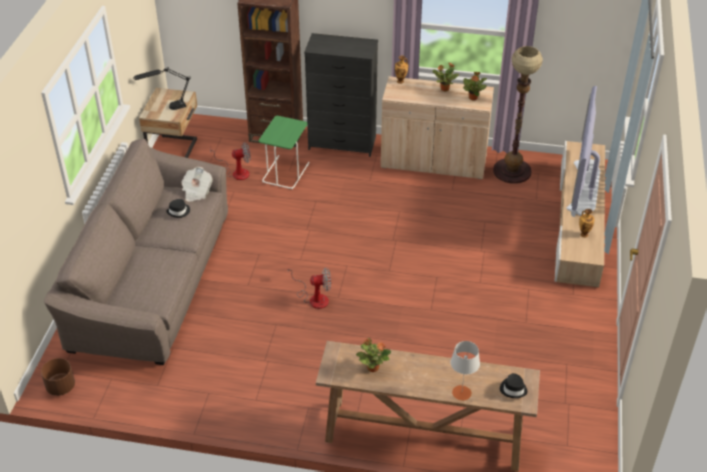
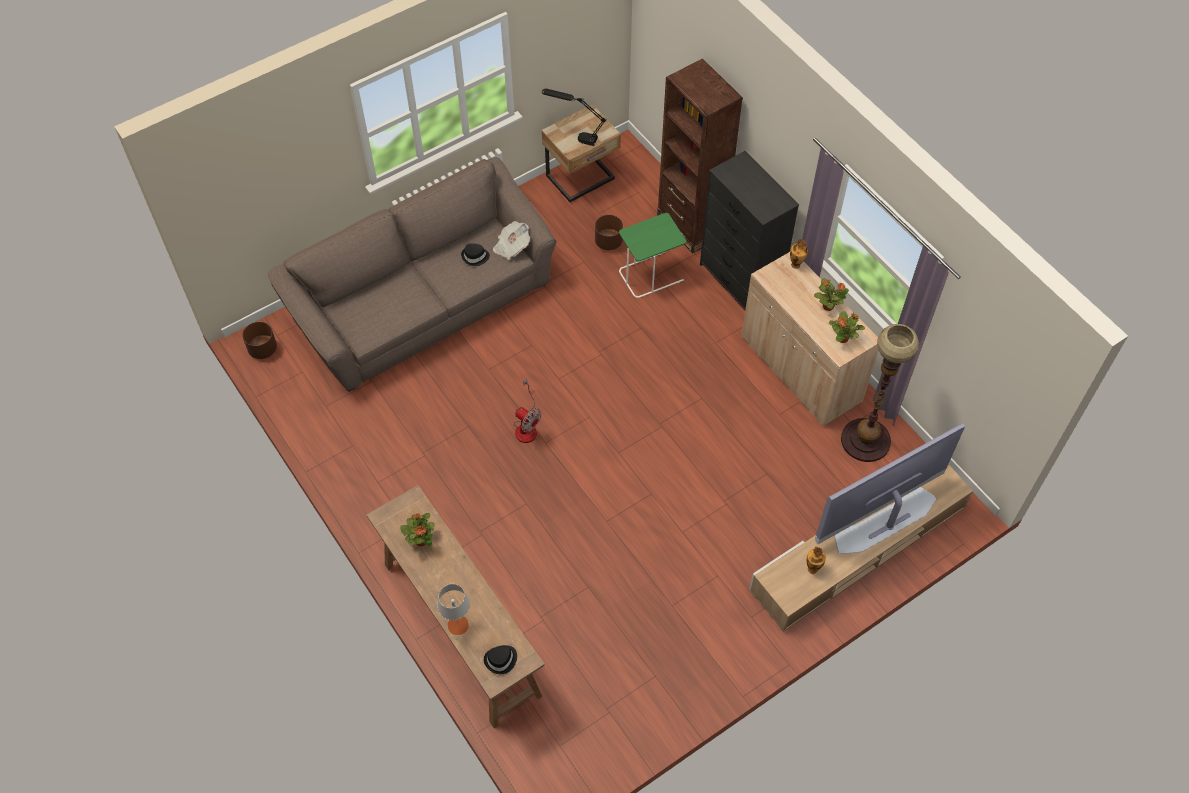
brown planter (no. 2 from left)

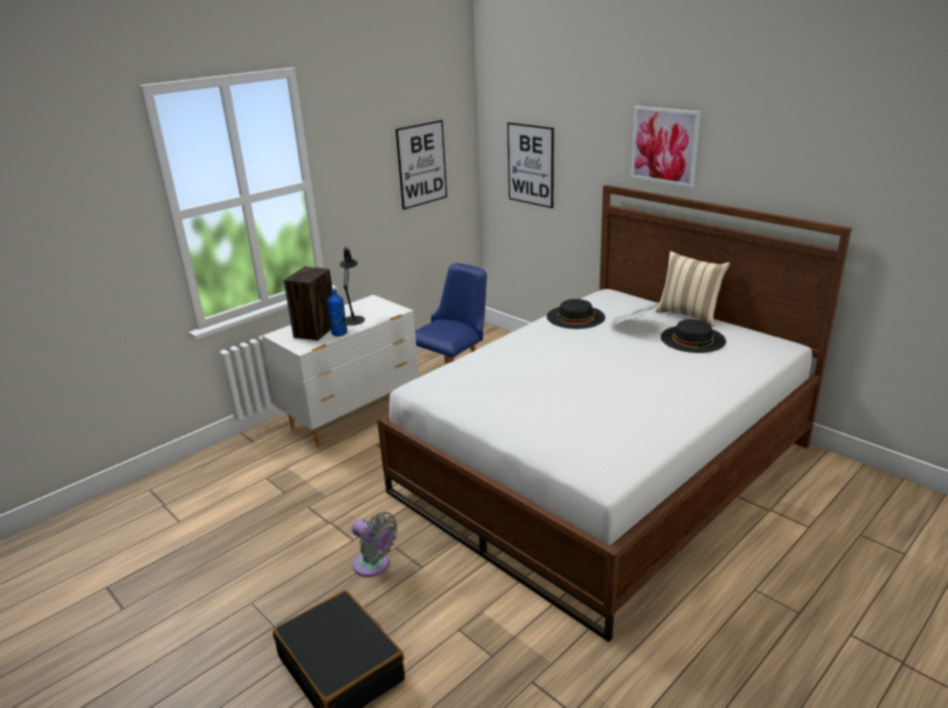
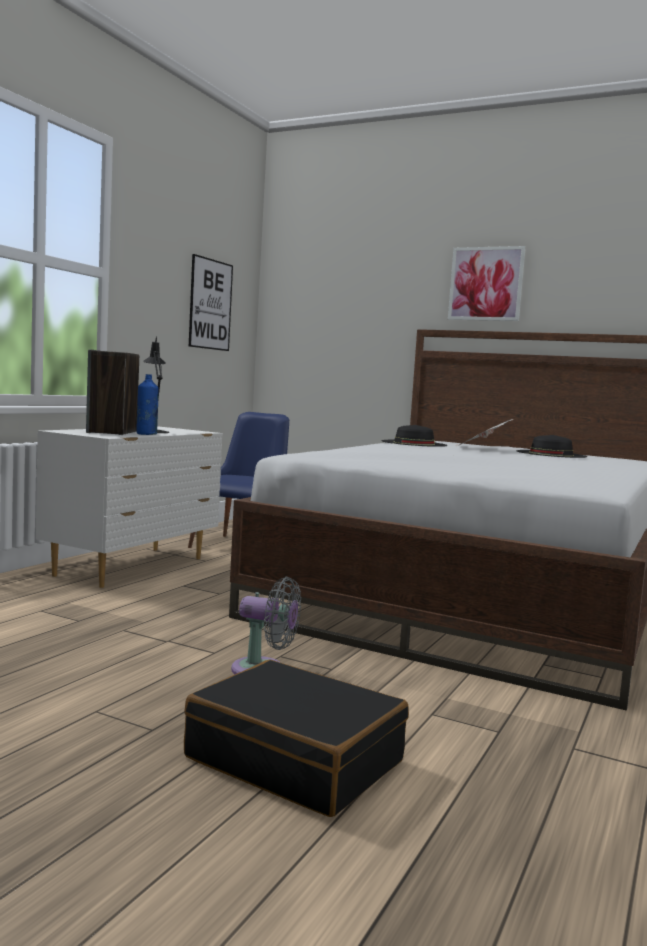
picture (no. 2 from left in the first image); beige pillow

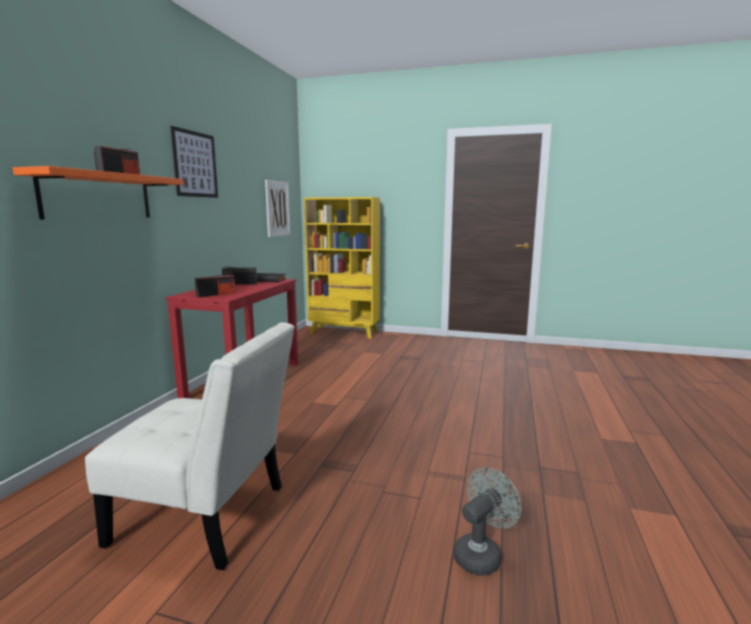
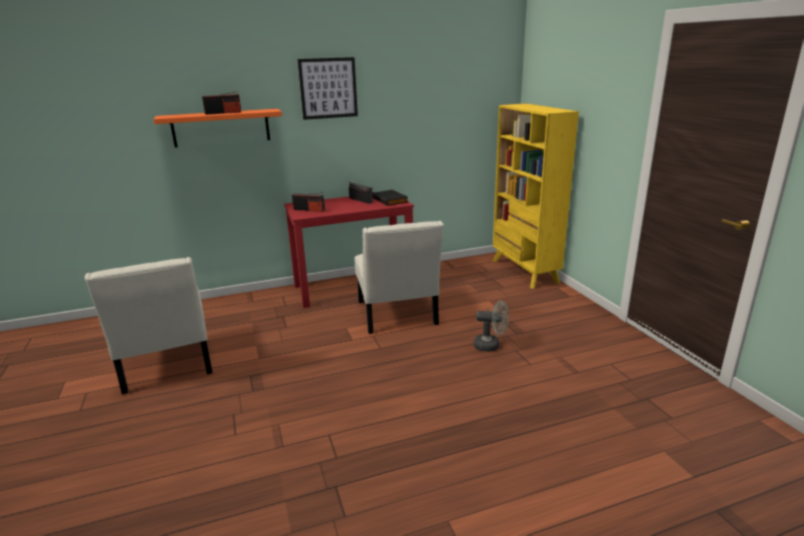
picture (no. 2 from left in the first image); white chair (no. 2 from left); grey fan

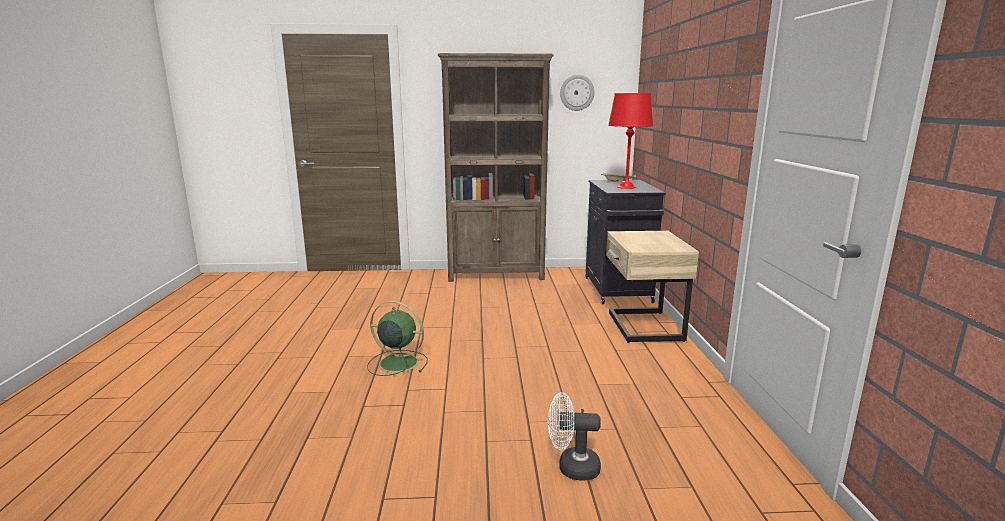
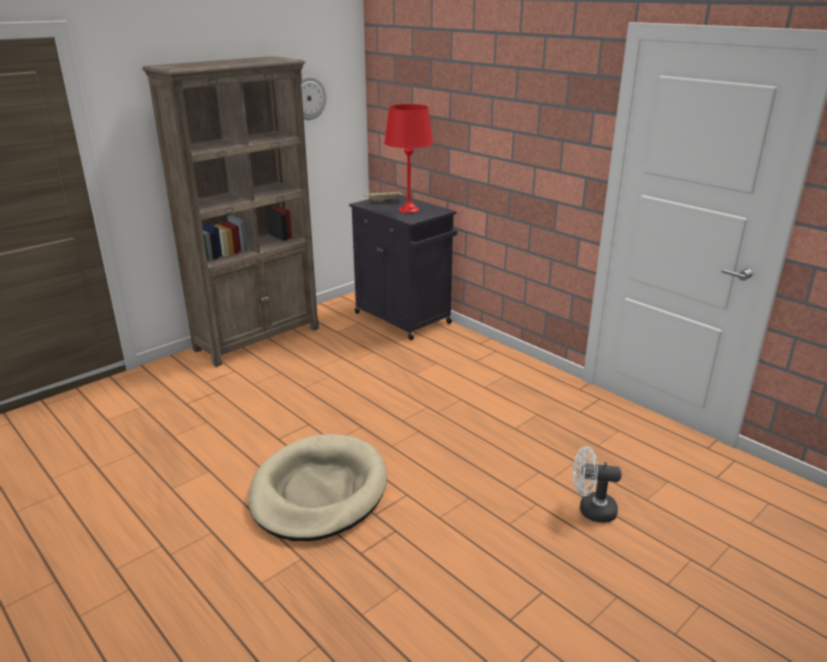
beige nightstand; beige dog bed; white fan

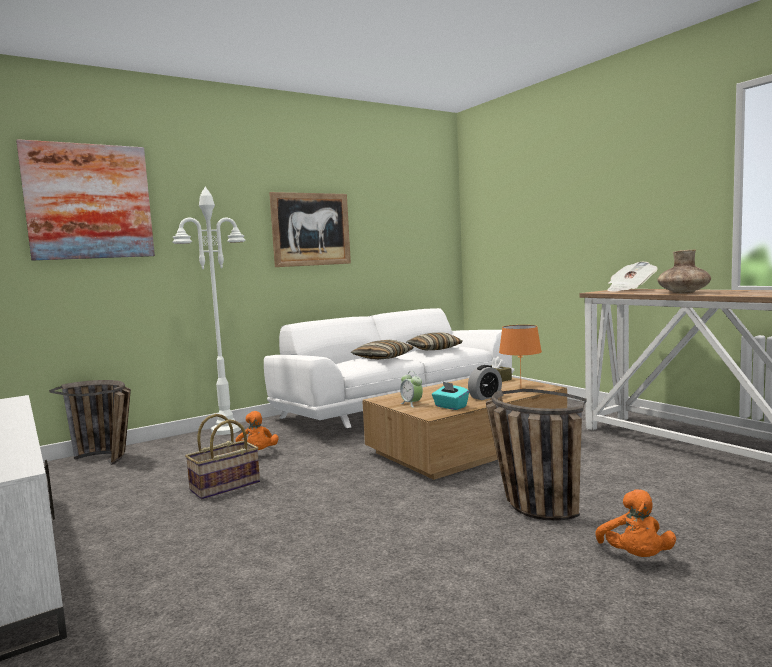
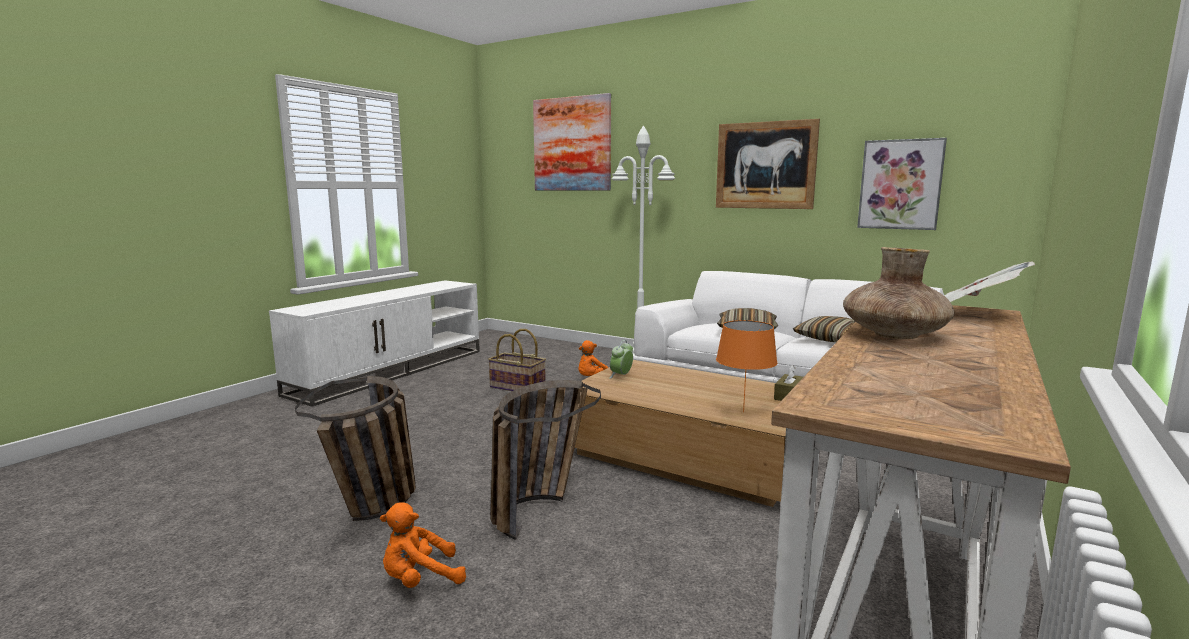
turquoise tissue box; alarm clock (no. 2 from left in the first image); picture (no. 3 from left); basket (no. 1 from left)

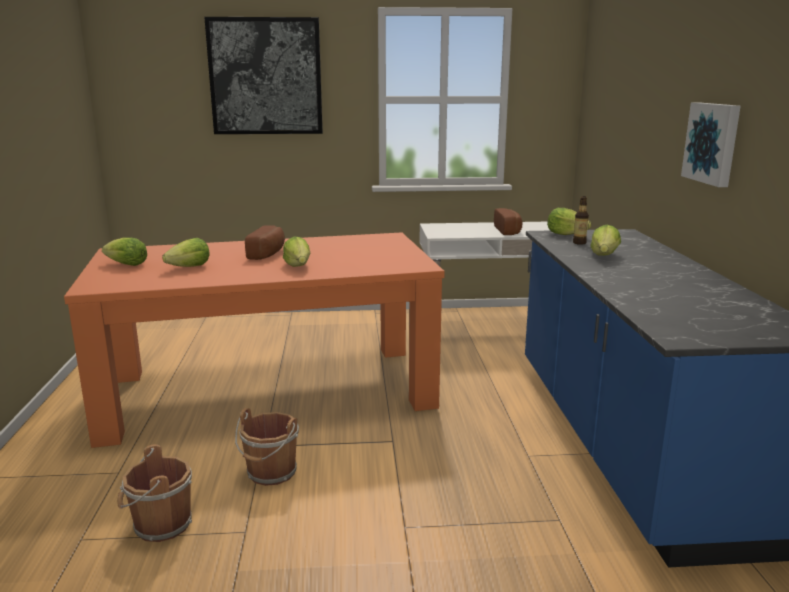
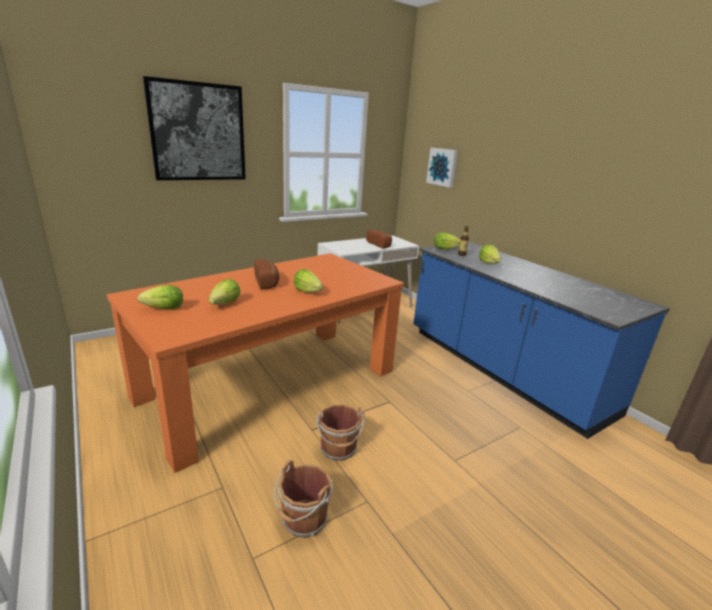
picture (no. 2 from left)

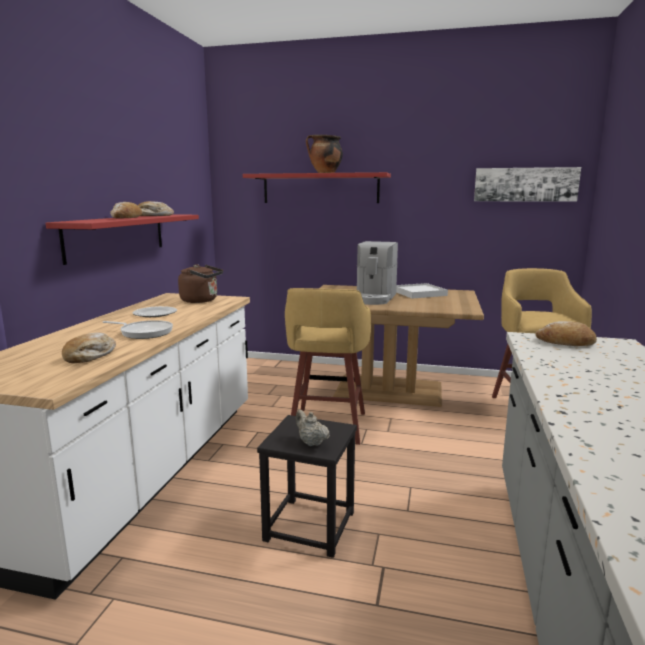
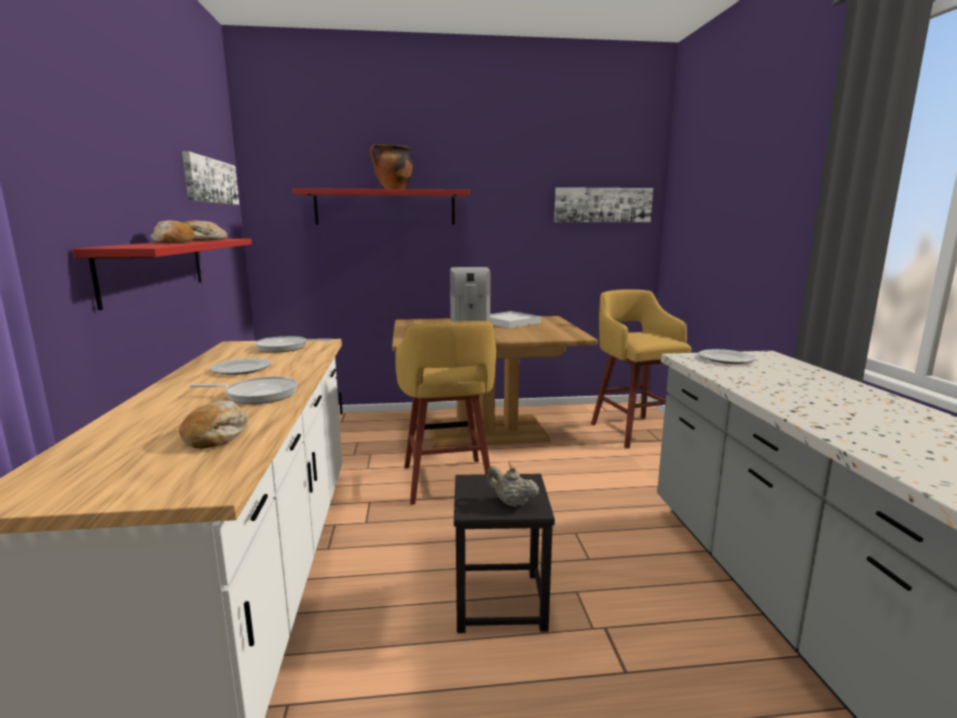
picture (no. 1 from left); frying pan (no. 2 from left); plate (no. 2 from left)

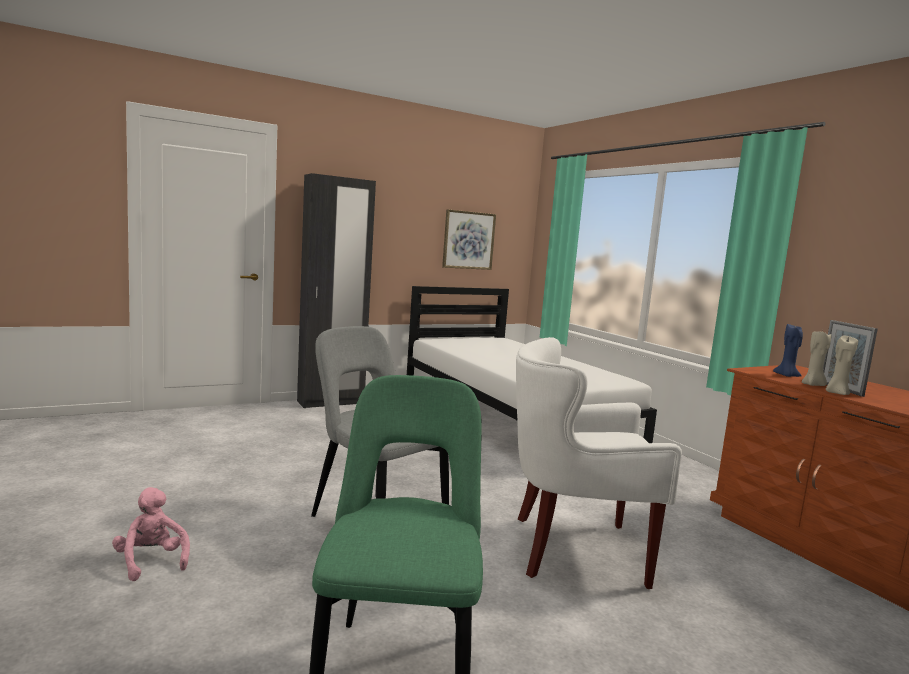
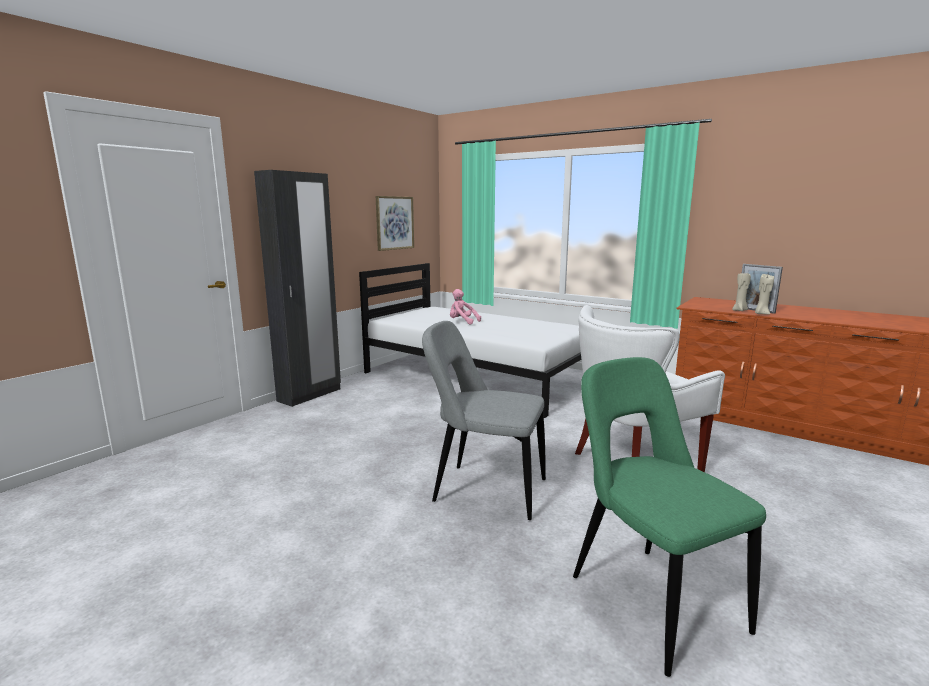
blue candle; pink plush toy

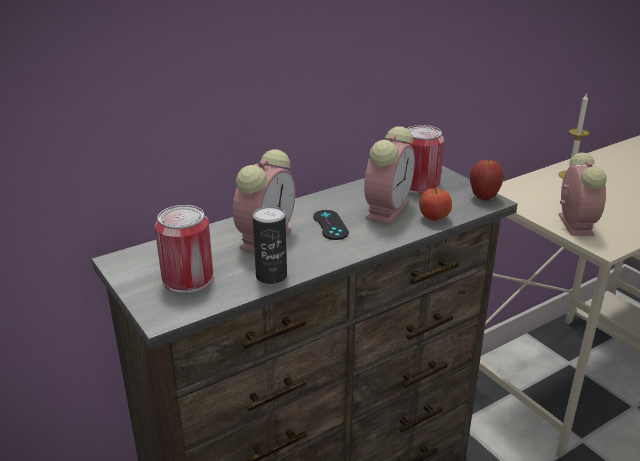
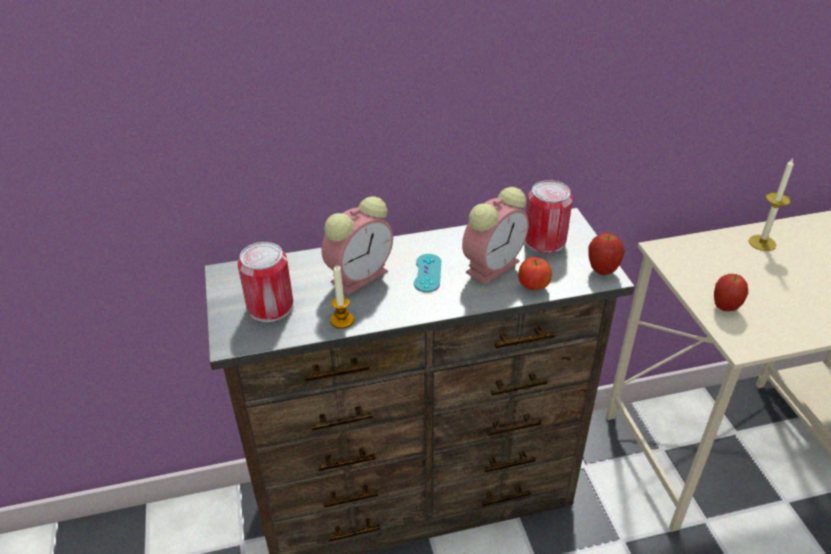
candle (no. 1 from left); apple (no. 3 from left); turquoise game controller

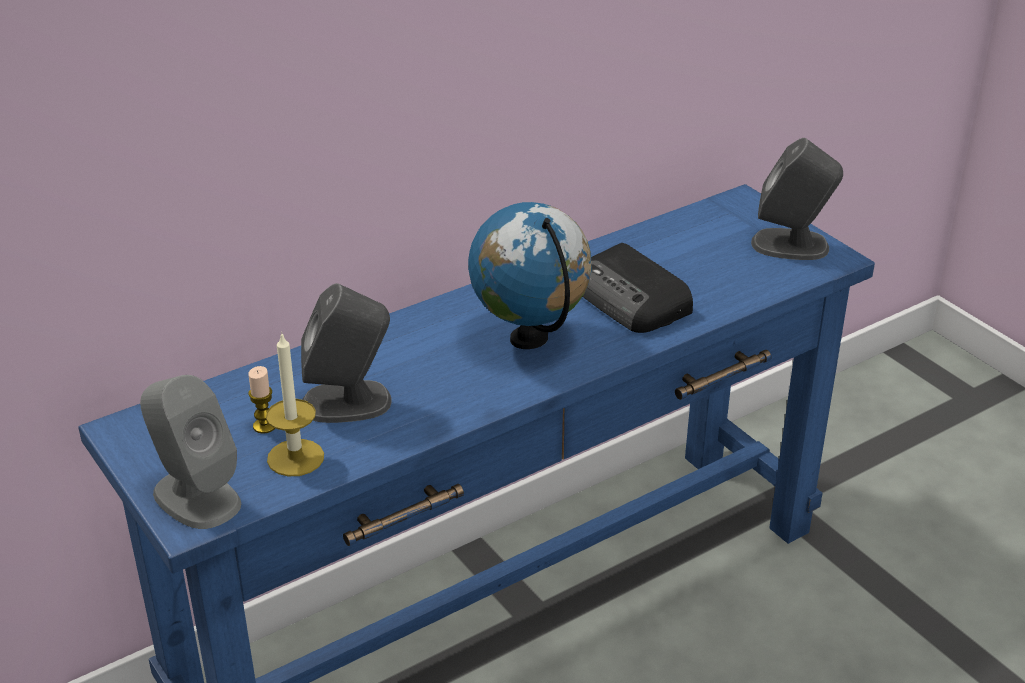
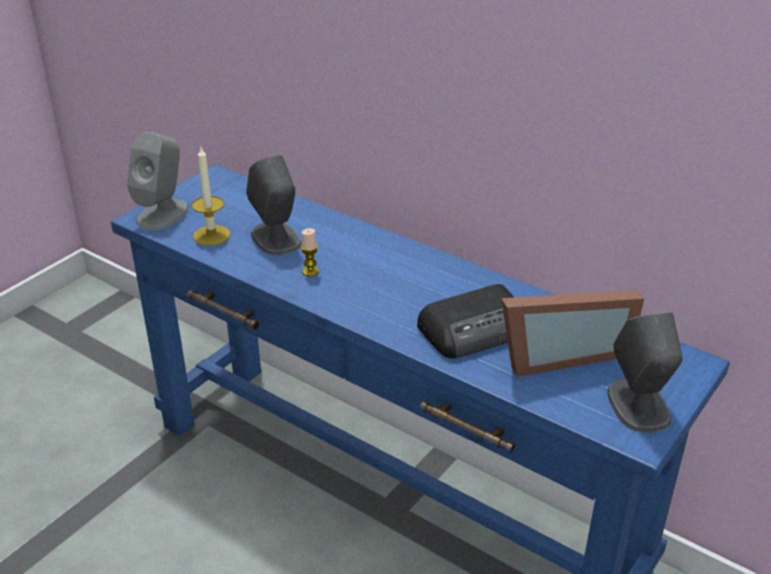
globe; picture frame; candle (no. 2 from left); radio

